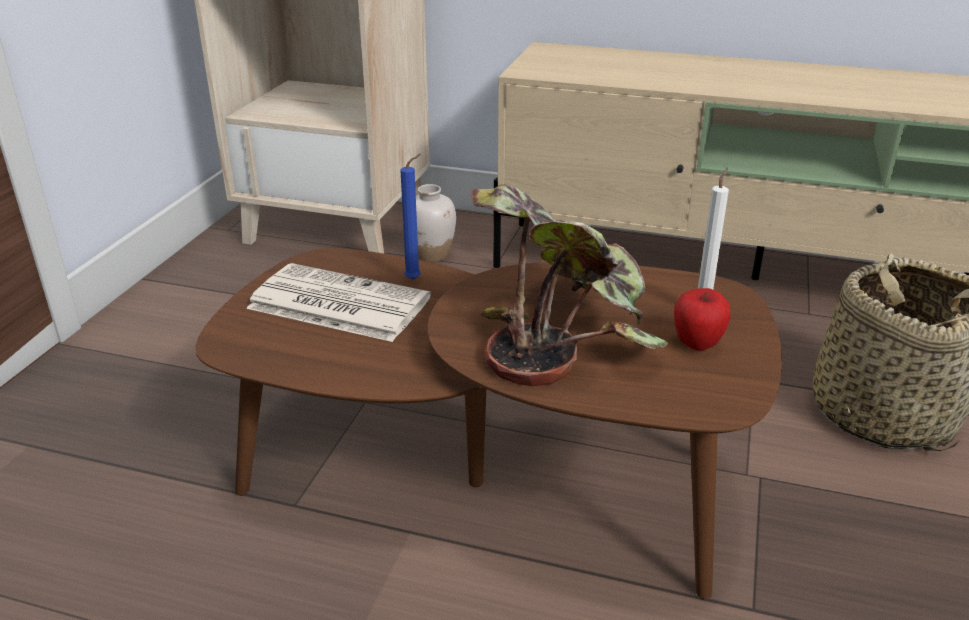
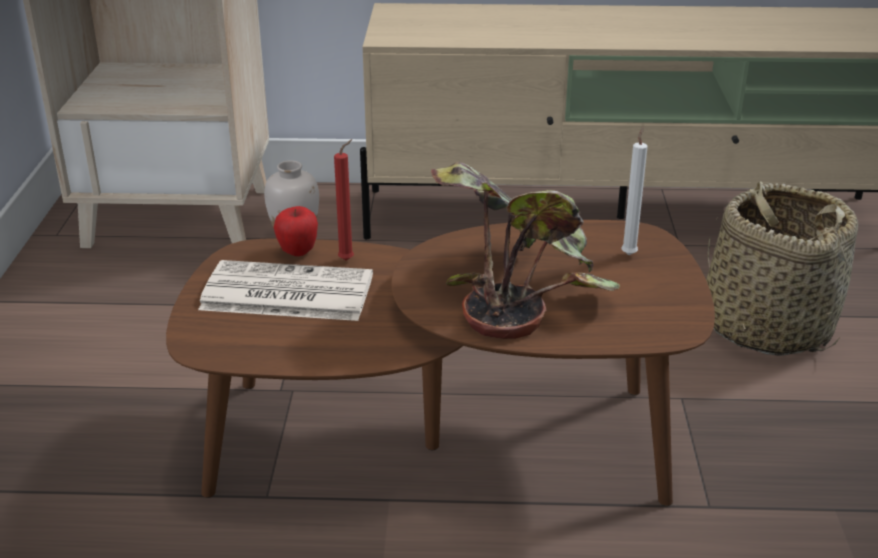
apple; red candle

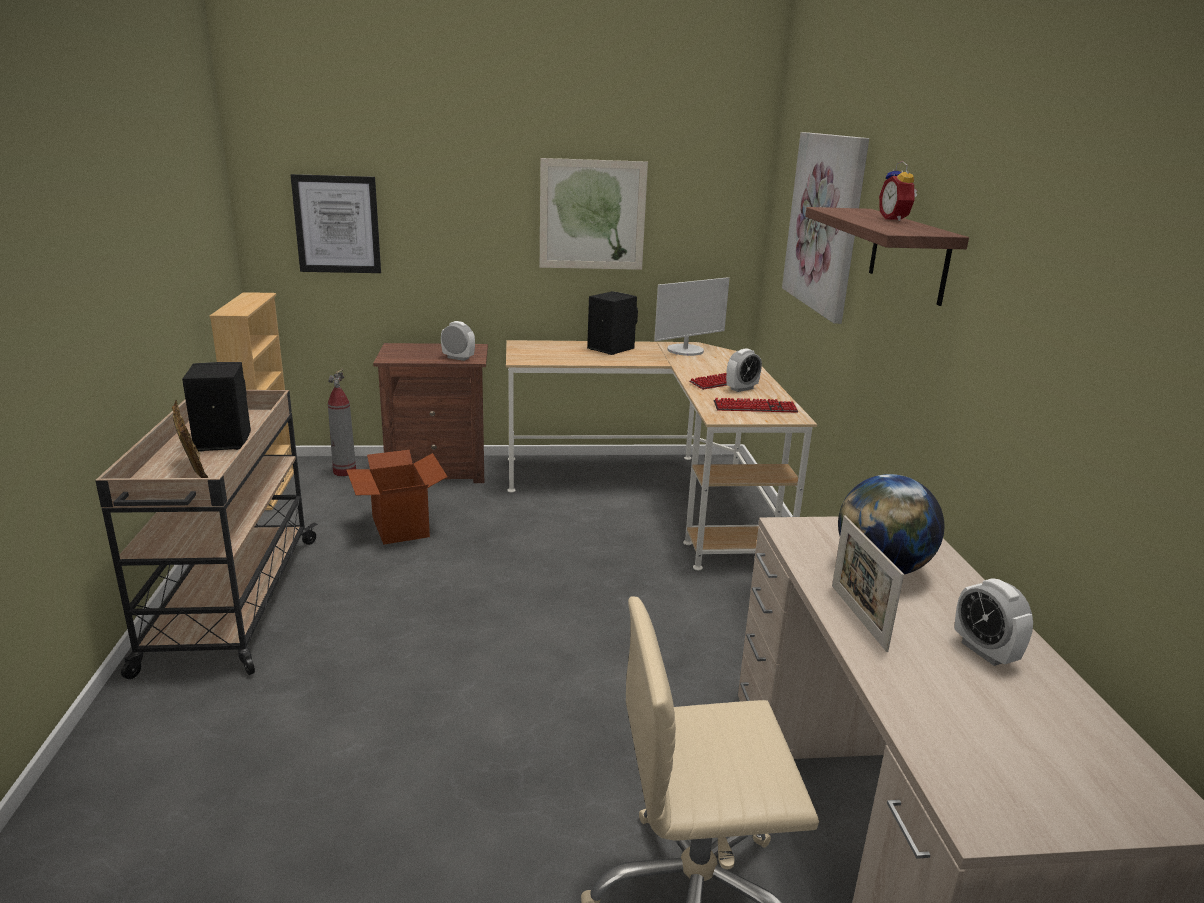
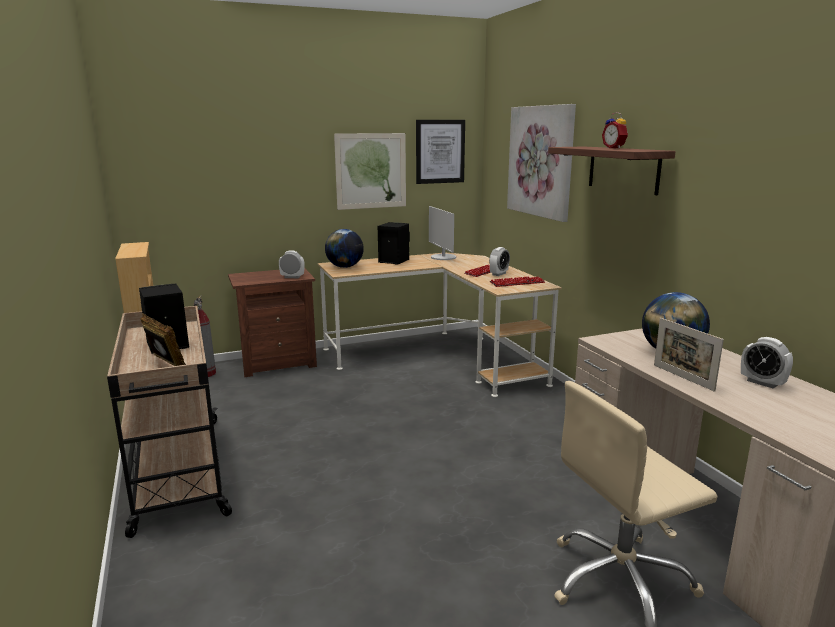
cardboard box; globe (no. 1 from left); picture (no. 2 from left); monitor

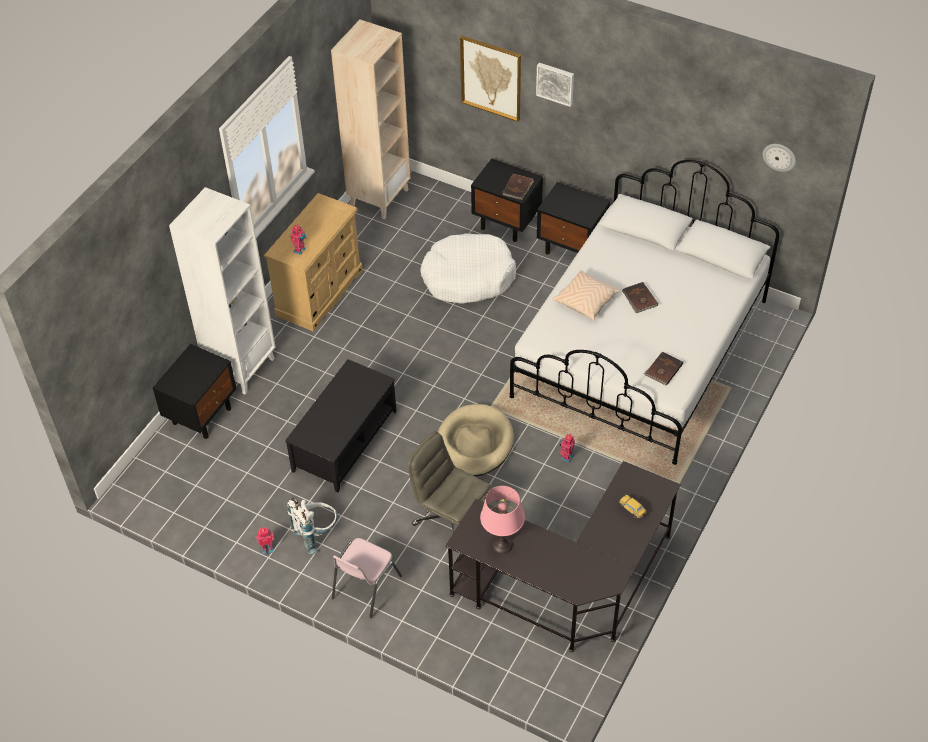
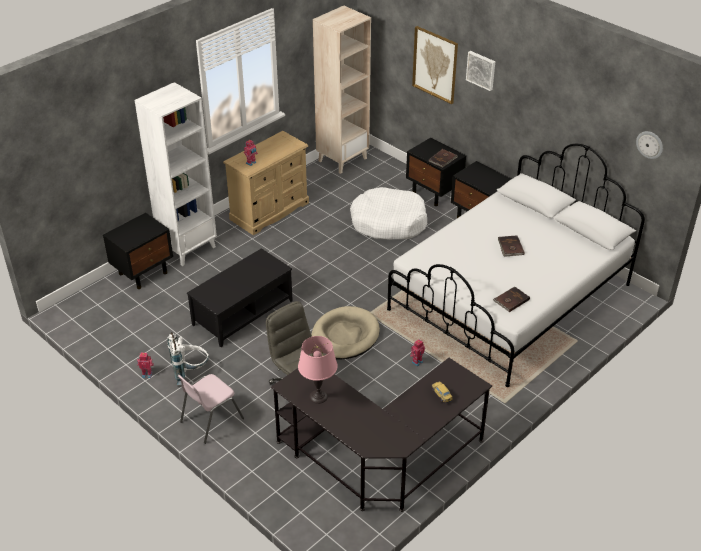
beige pillow

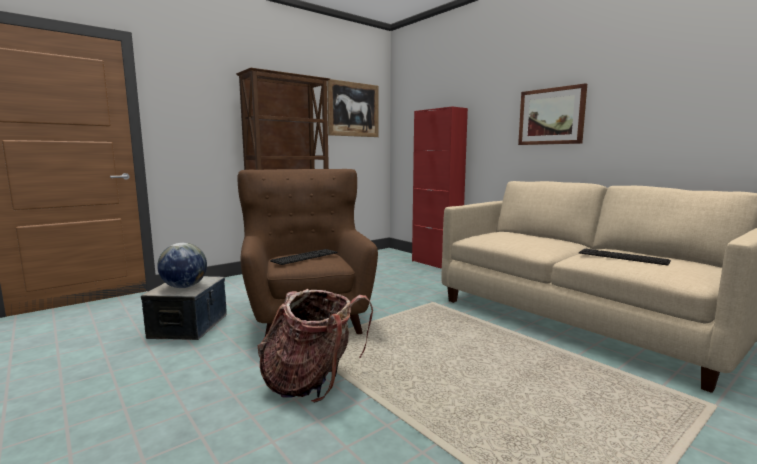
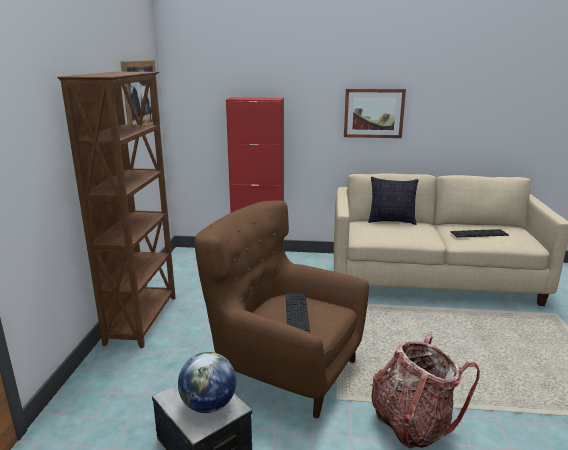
pillow

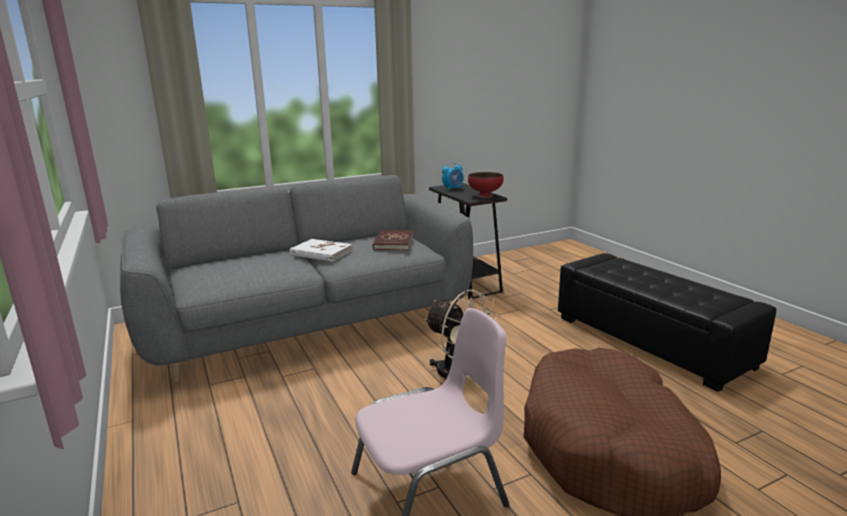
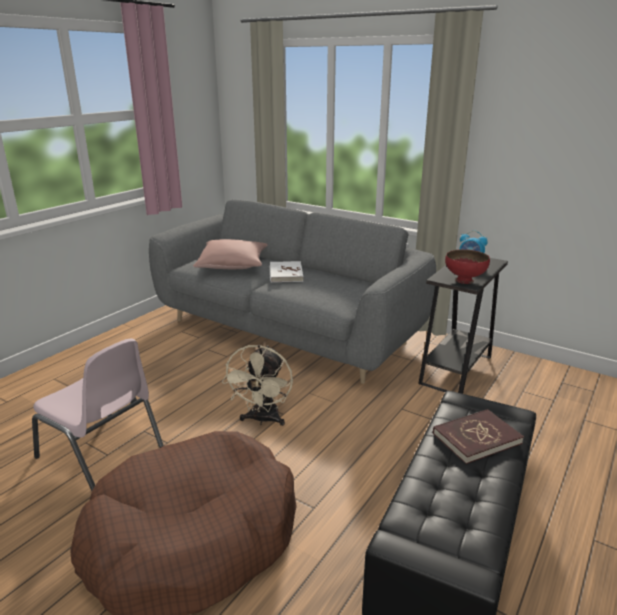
pink pillow; red book

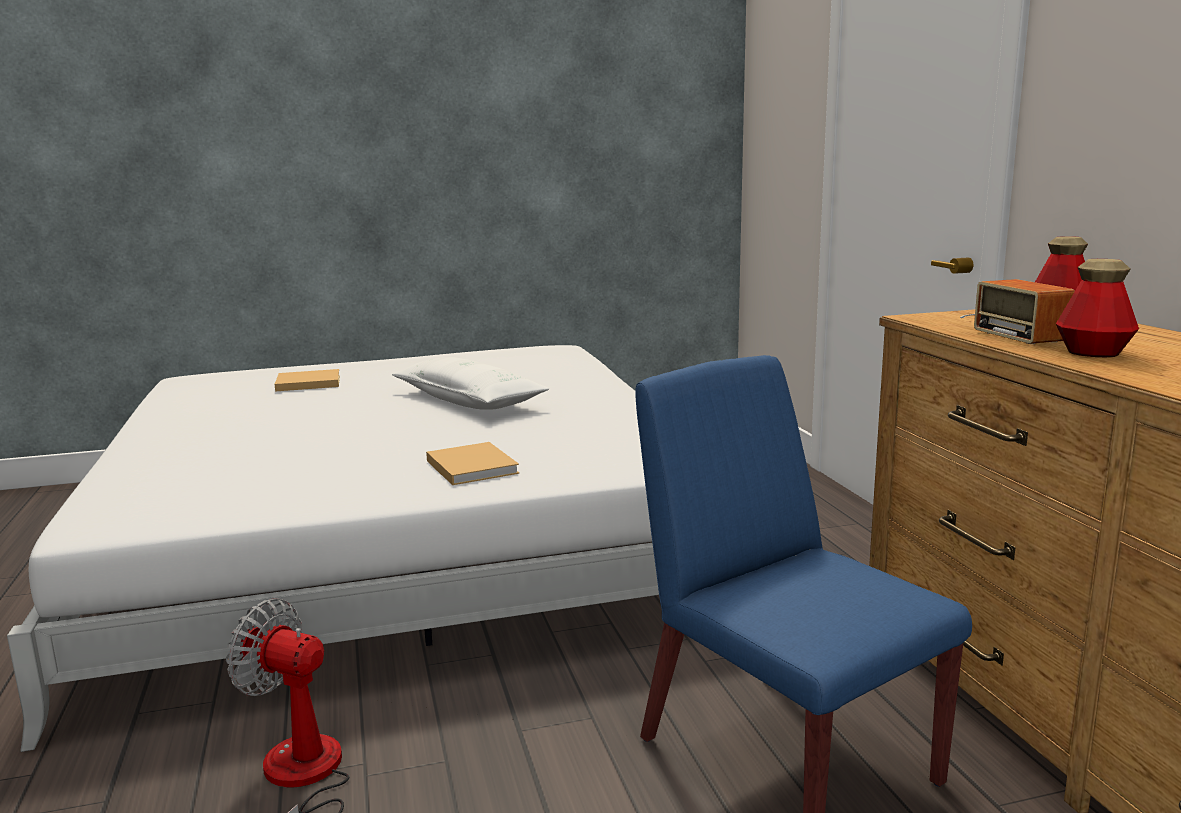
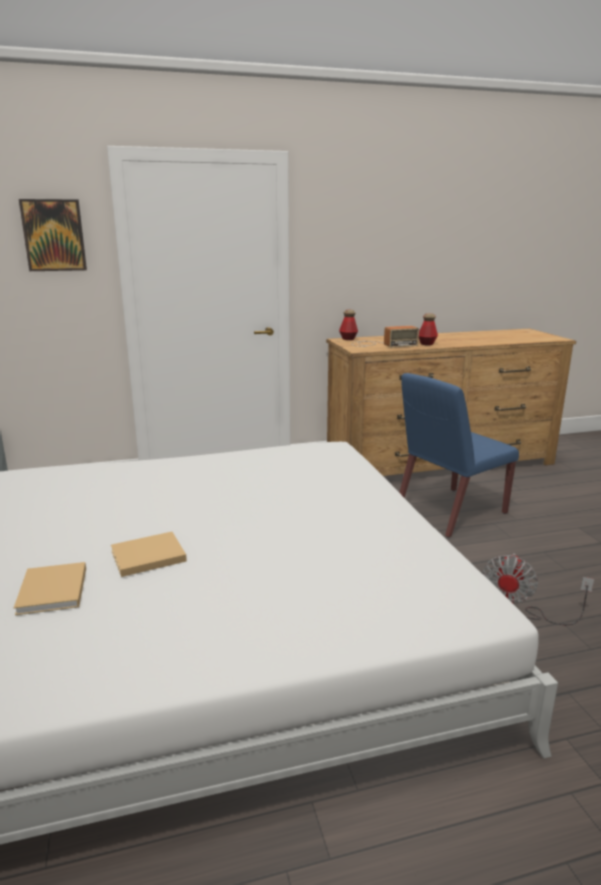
white pillow; picture; beige book (no. 2 from left)

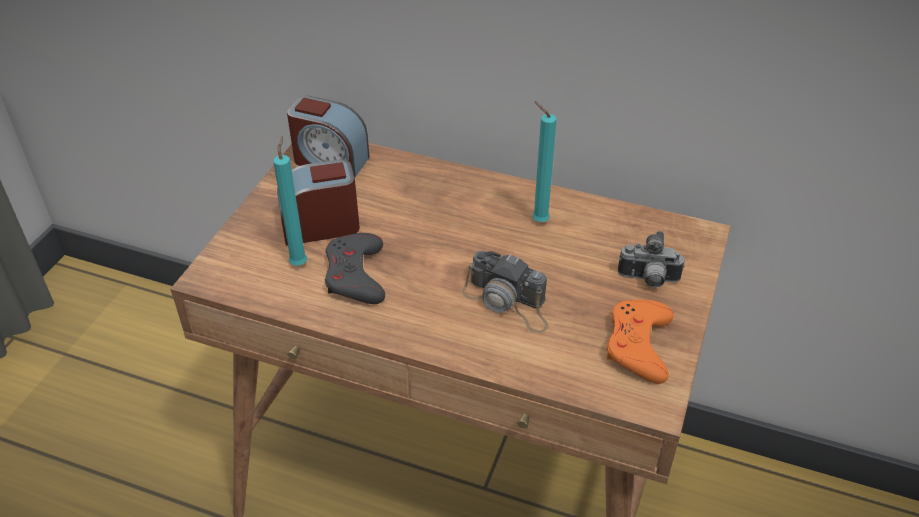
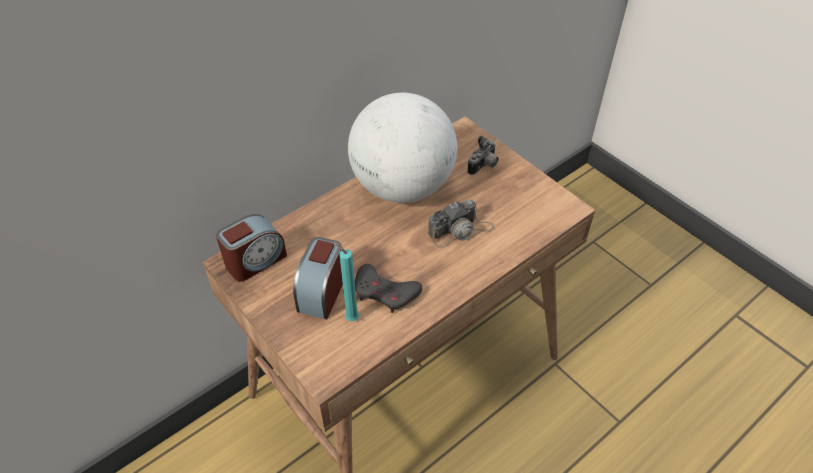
orange game controller; globe

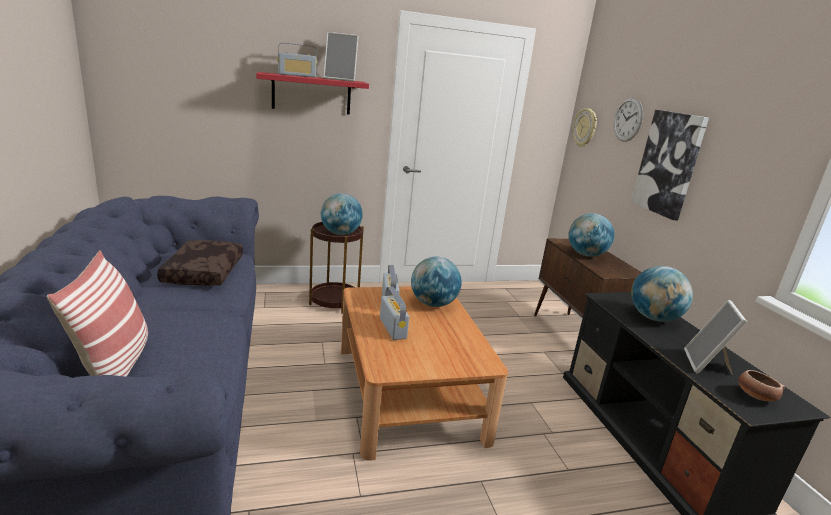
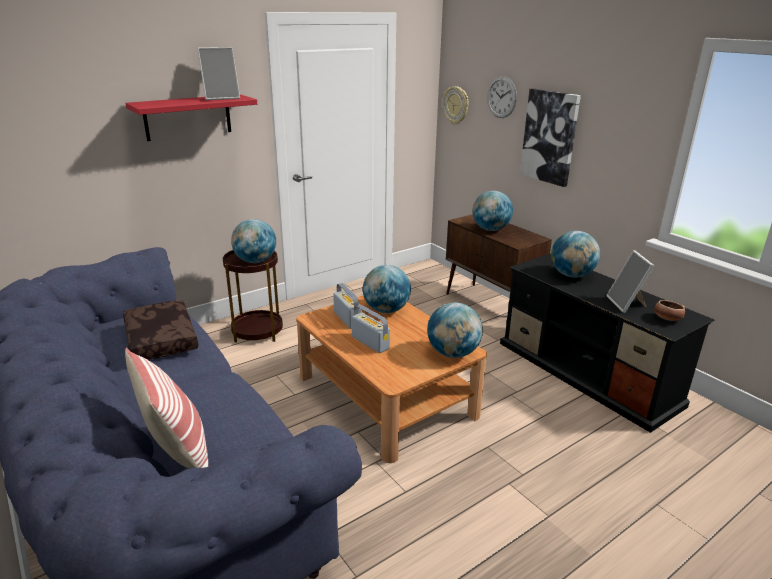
radio (no. 1 from left in the first image); globe (no. 3 from left)

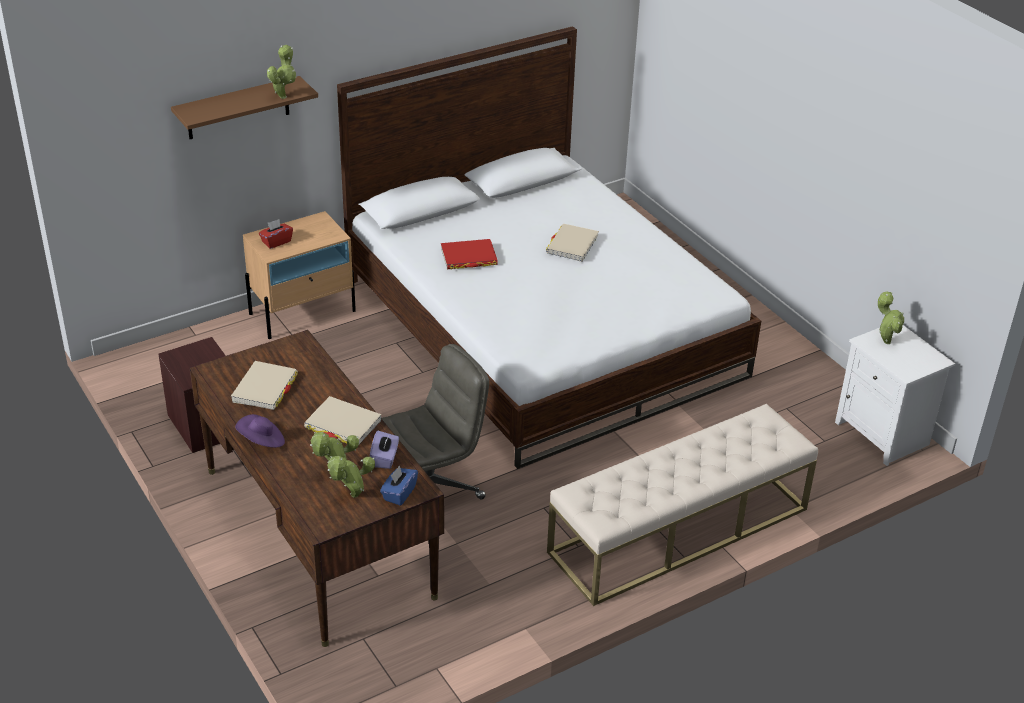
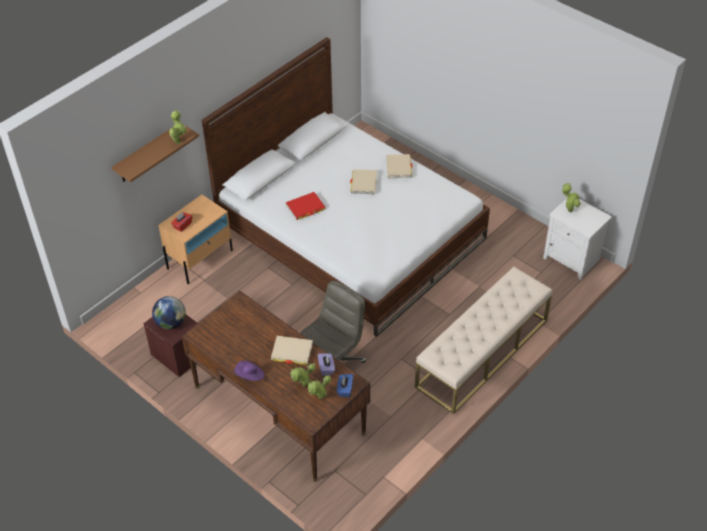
globe; beige book (no. 3 from left)

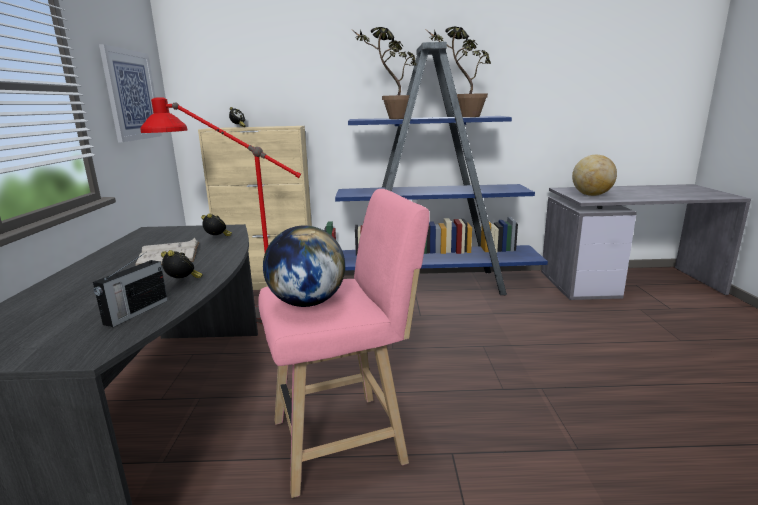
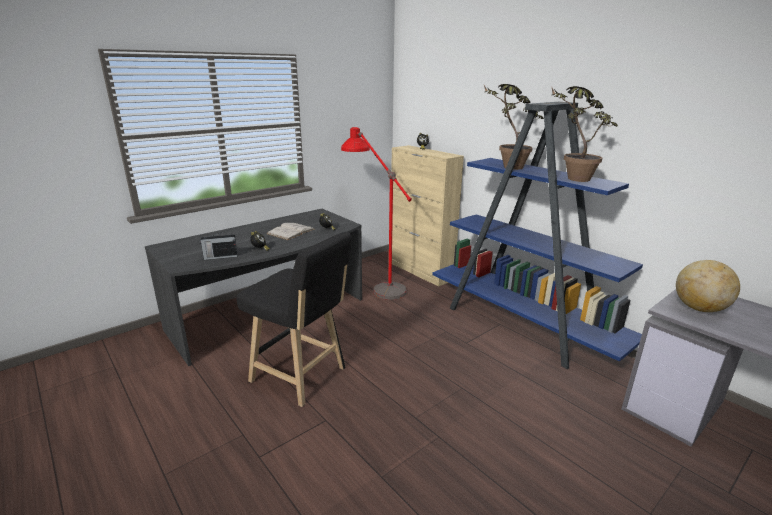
picture; globe (no. 1 from left in the first image); black stool

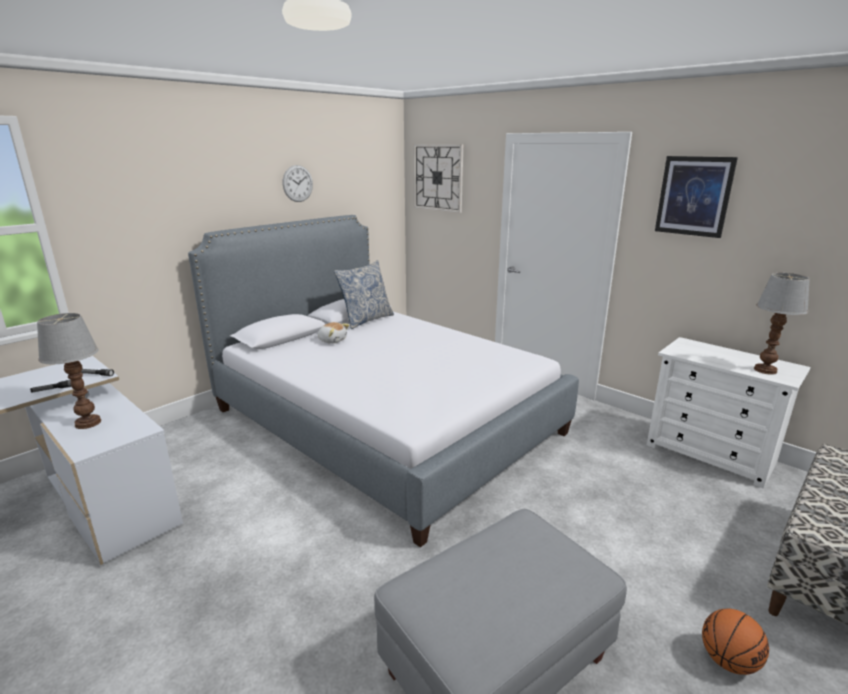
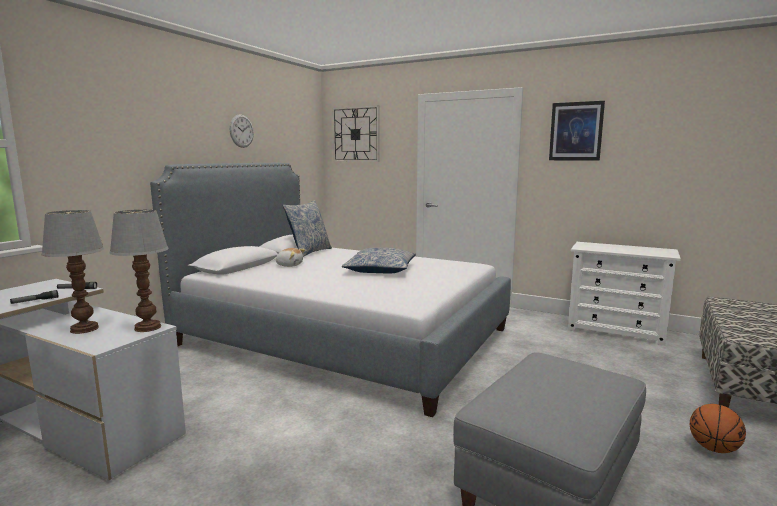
pillow (no. 2 from left); table lamp (no. 2 from left)

